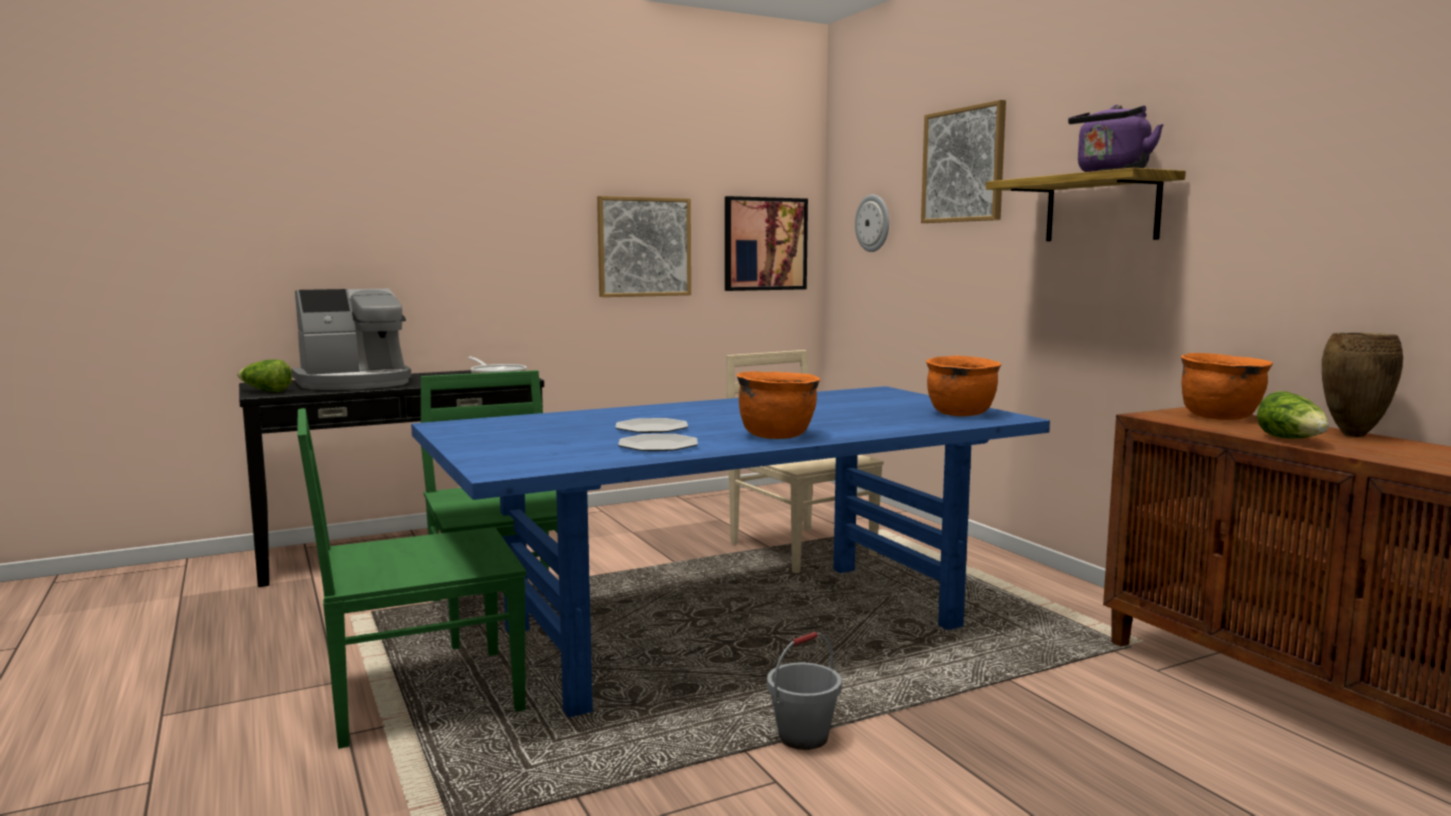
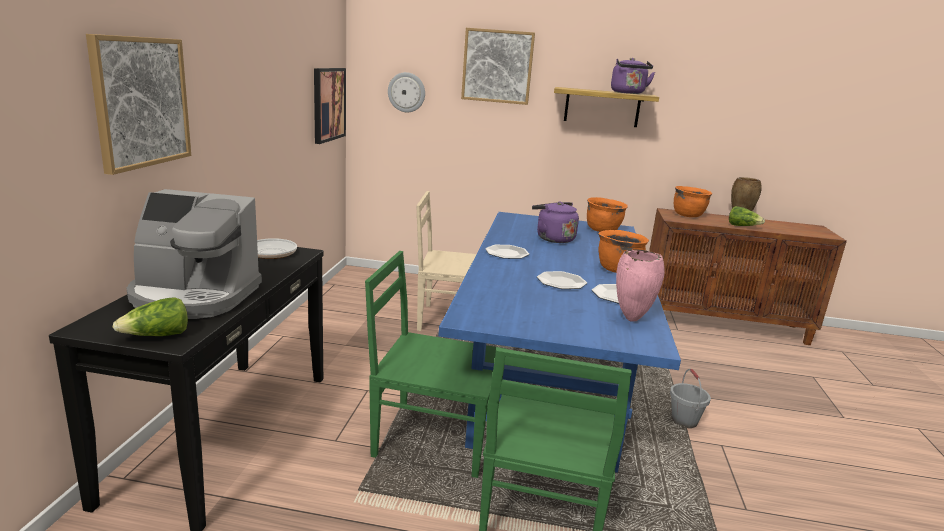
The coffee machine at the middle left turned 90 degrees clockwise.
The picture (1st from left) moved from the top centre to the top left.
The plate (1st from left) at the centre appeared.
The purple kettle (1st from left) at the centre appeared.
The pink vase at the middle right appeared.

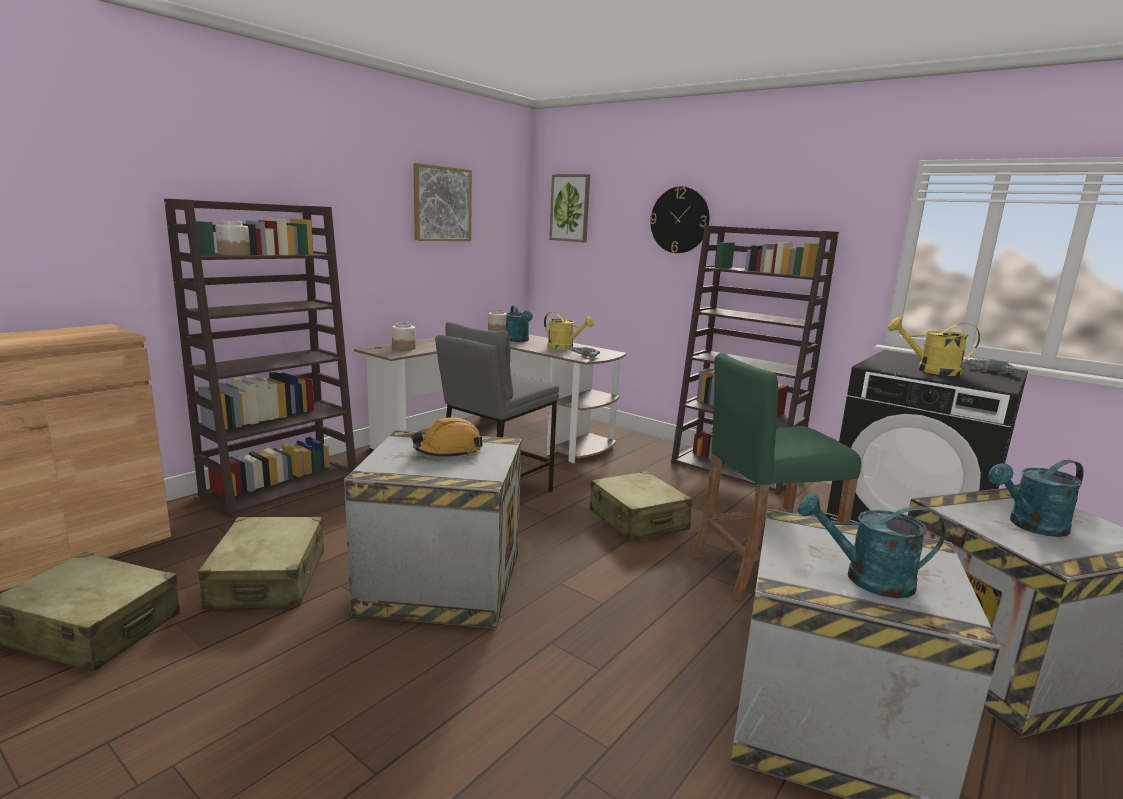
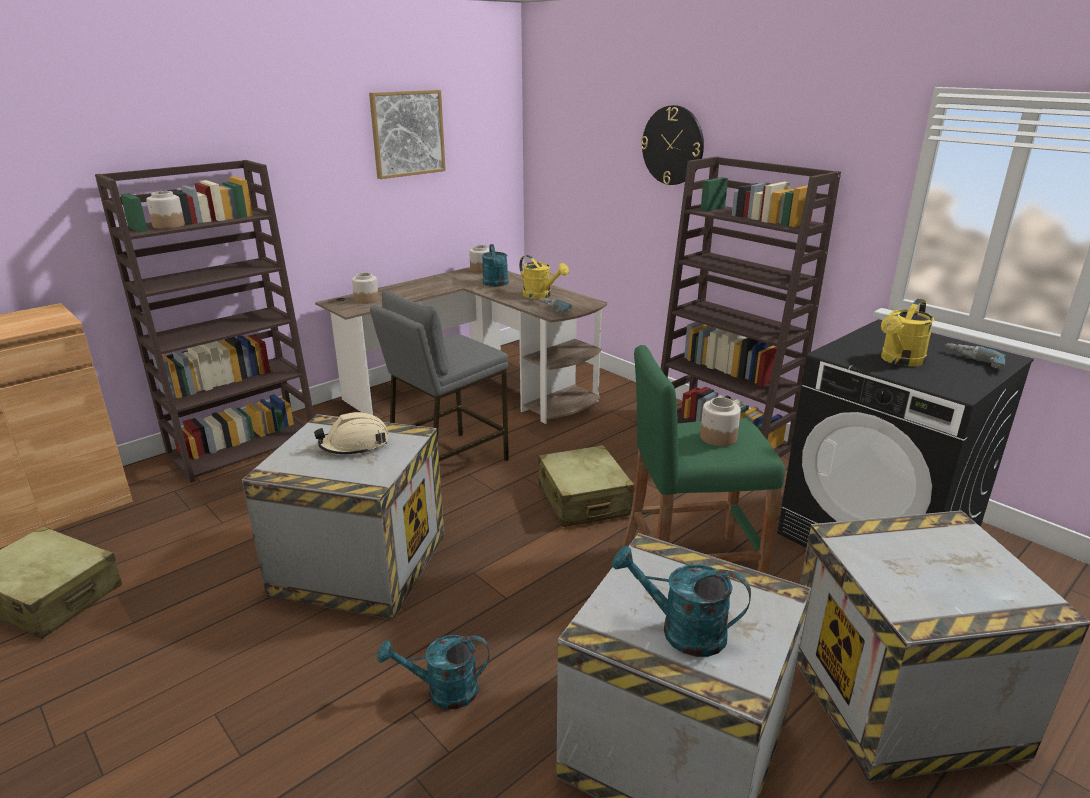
The beige suitcase (2nd from left) at the bottom left disappeared.
The orange hard hat at the centre became the beige hard hat at the middle left.
The picture (2nd from left) at the top centre disappeared.
The yellow watering can (2nd from left) at the middle right turned 75 degrees counterclockwise.
The turquoise watering can (3rd from left in the first image) moved from the middle right to the bottom centre.
The jar (4th from left) at the centre appeared.

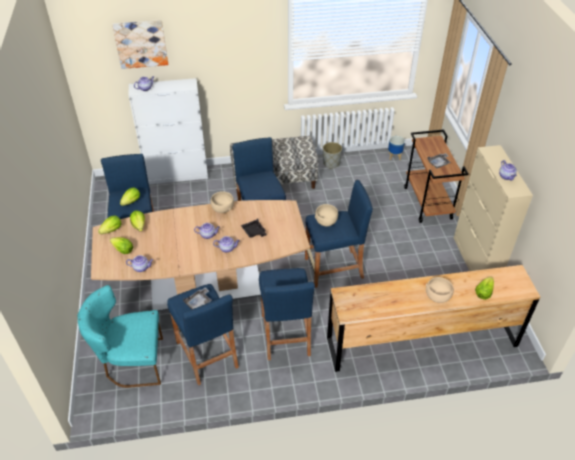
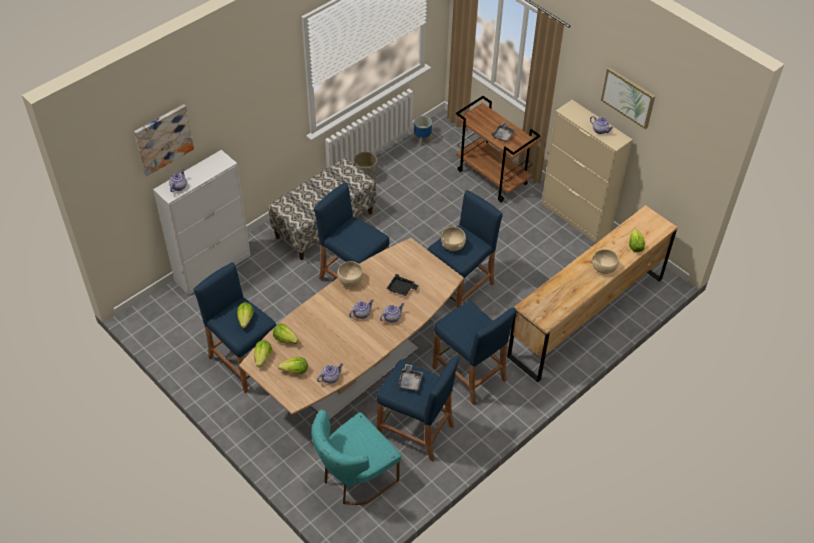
The picture (2nd from left) at the top right appeared.

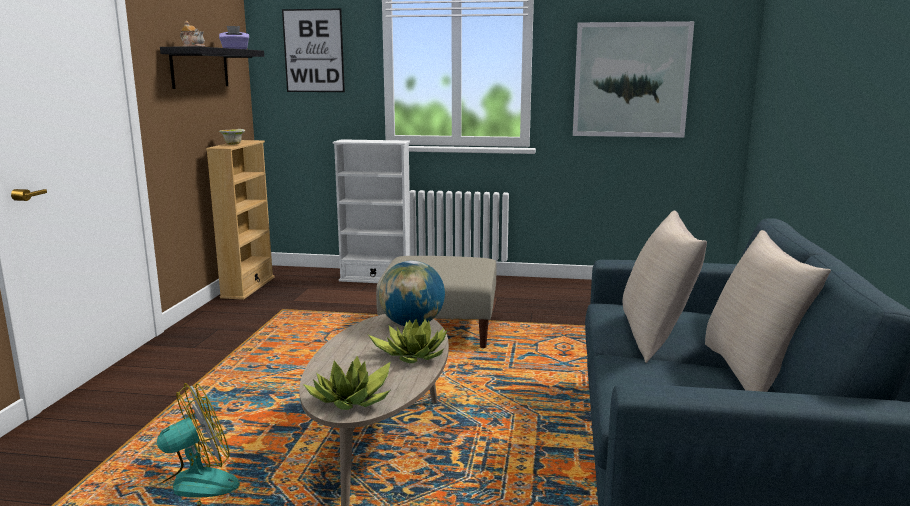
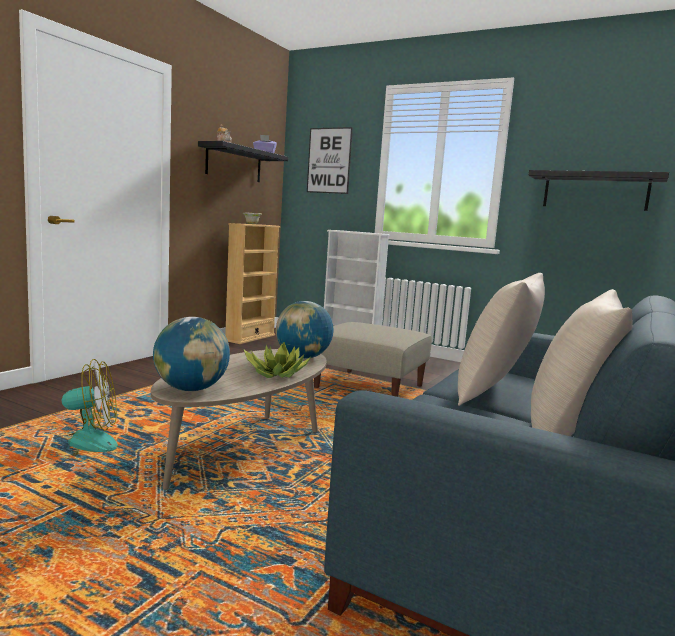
The potted plant (1st from left) at the bottom centre was replaced by the globe (1st from left) at the middle left.
The picture (2nd from left) at the top right was replaced by the black shelf (2nd from left) at the top right.

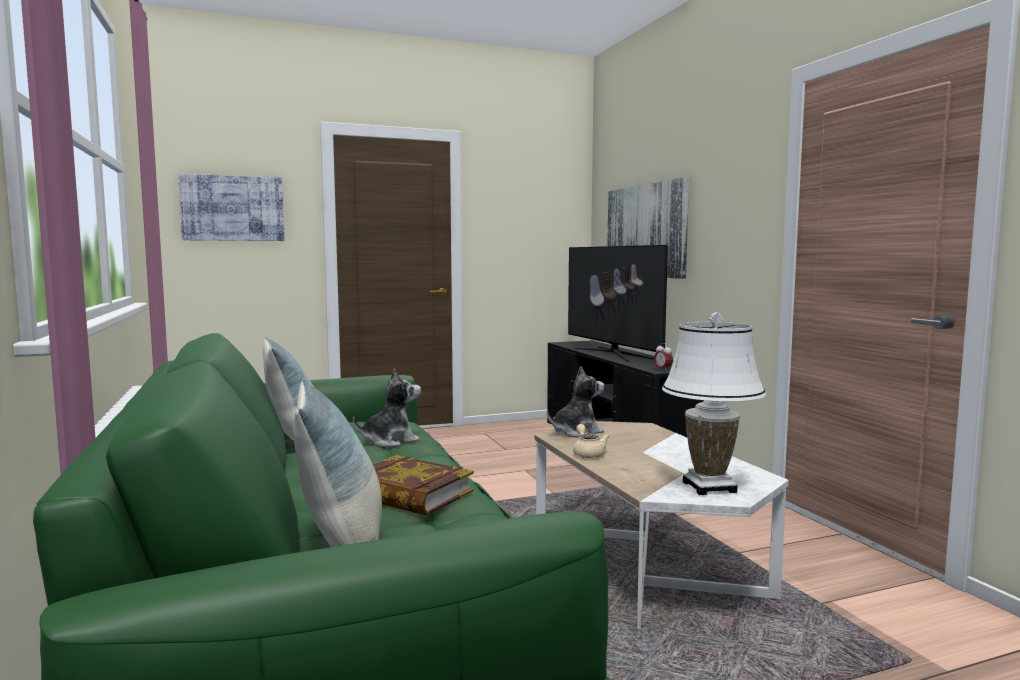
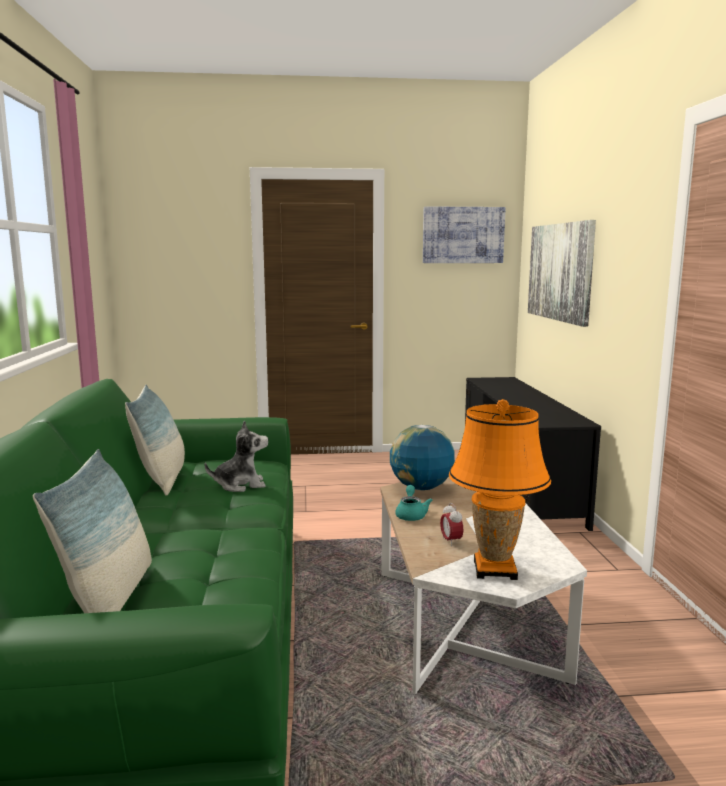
The picture (1st from left) moved from the top left to the top centre.
The book at the bottom centre disappeared.
The plush toy (2nd from left) at the centre was replaced by the globe at the centre.
The television at the centre disappeared.
The beige teapot at the centre became the turquoise teapot at the centre.
The alarm clock moved from the centre to the bottom centre.
The white table lamp at the middle right became the orange table lamp at the middle right.

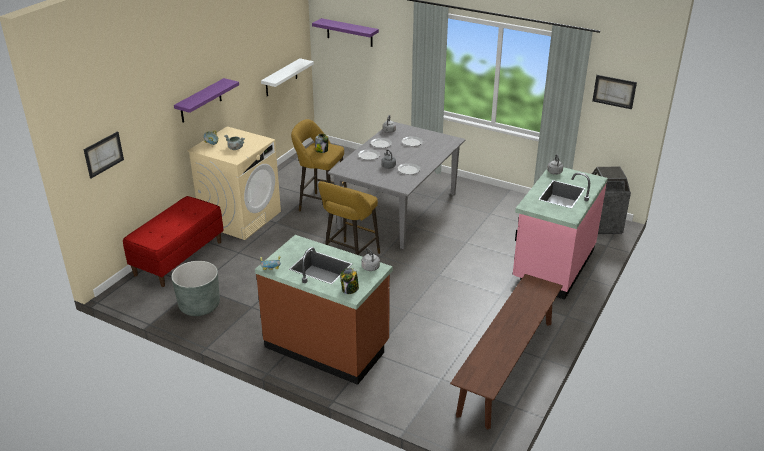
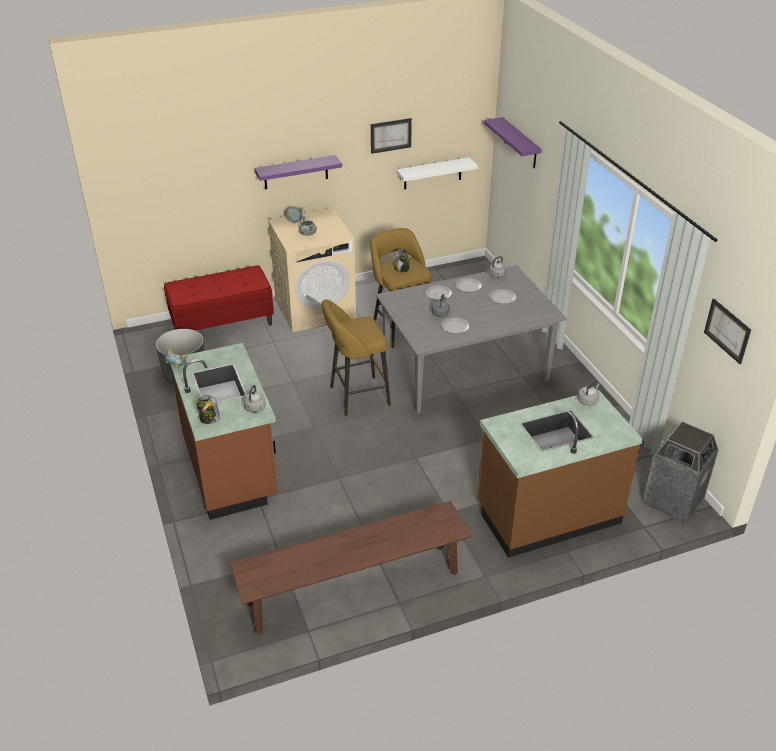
The picture (1st from left) moved from the middle left to the top centre.
The pink counter at the middle right became the brown counter (2nd from left) at the middle right.

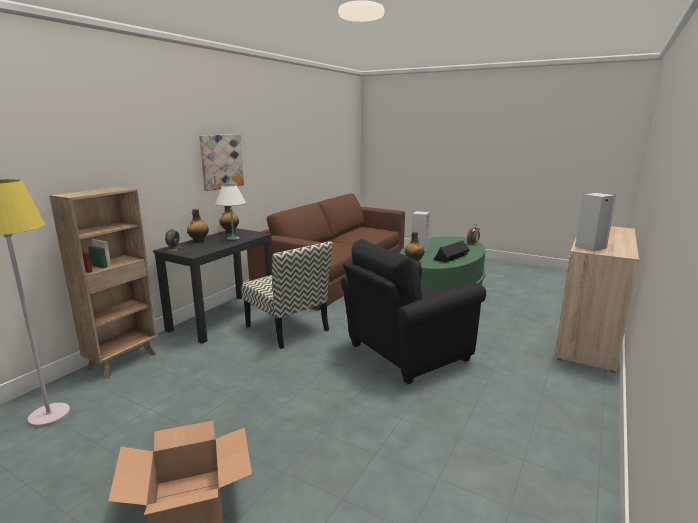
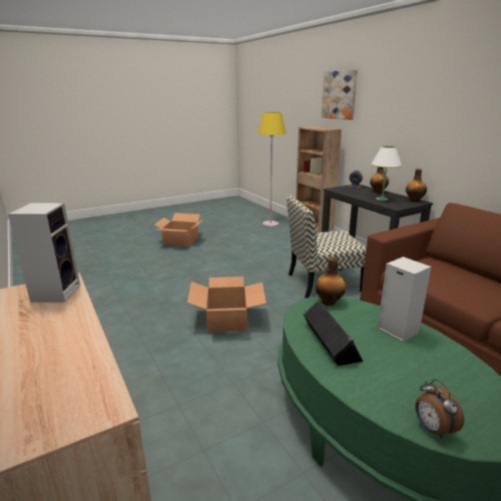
The picture moved from the top left to the top right.
The black armchair at the centre was replaced by the cardboard box (2nd from left) at the centre.

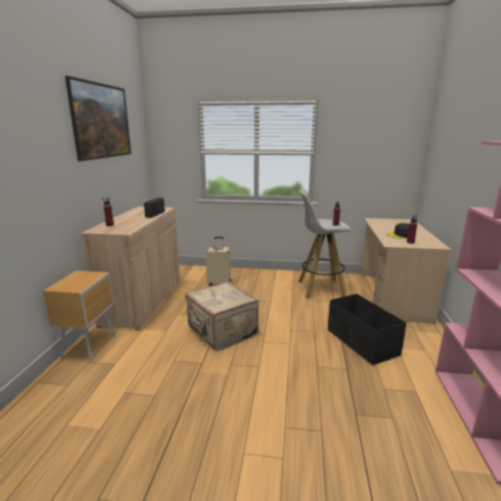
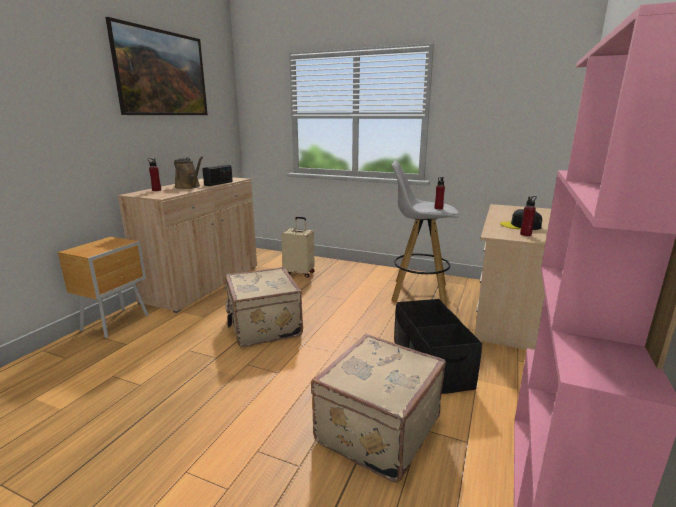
The brown watering can at the middle left appeared.
The beige suitcase (3rd from left) at the bottom centre appeared.

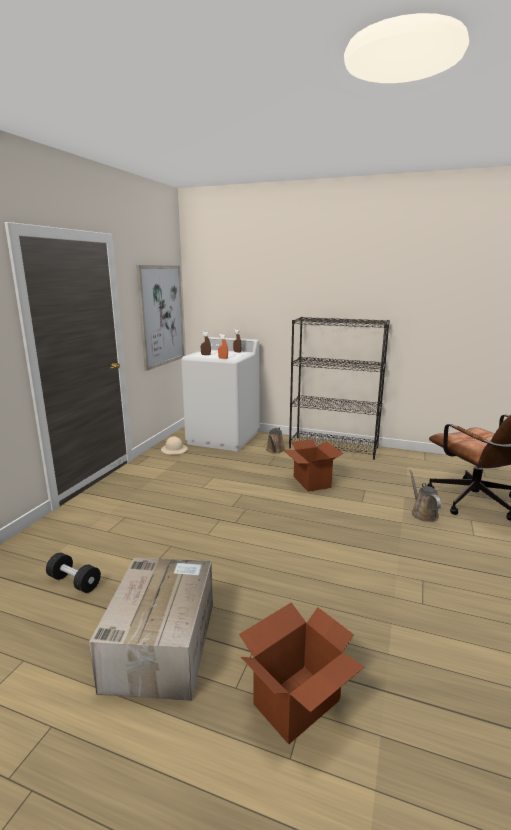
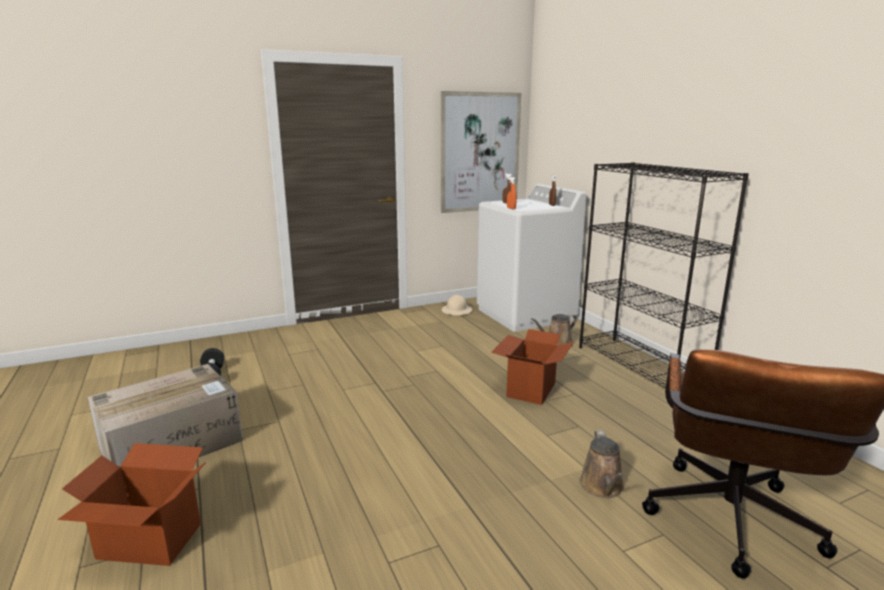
The brown watering can (2nd from left) at the middle right turned 150 degrees clockwise.

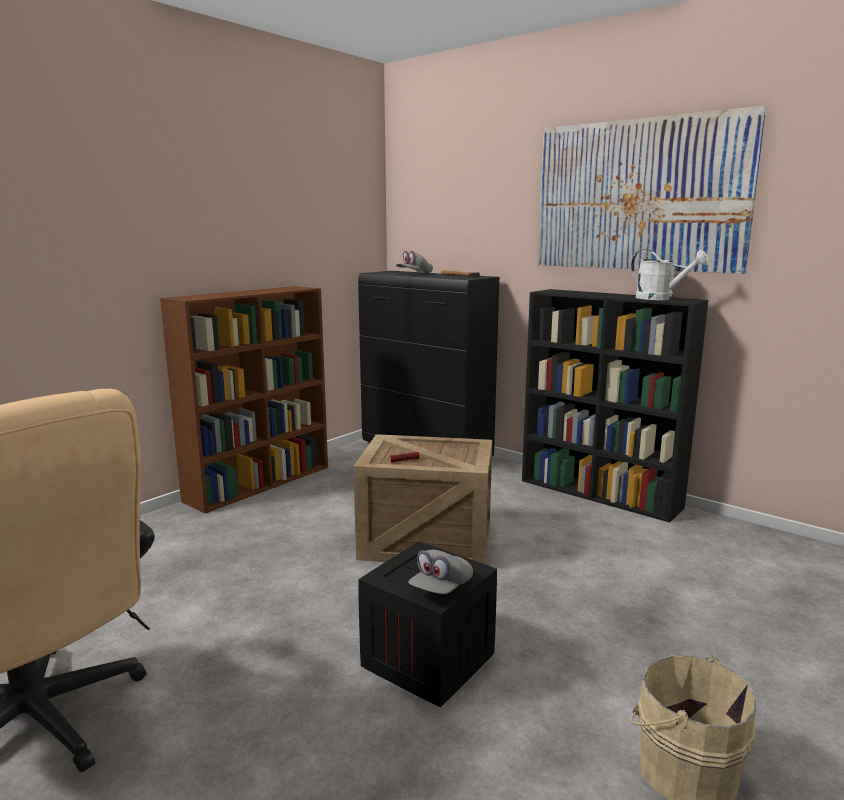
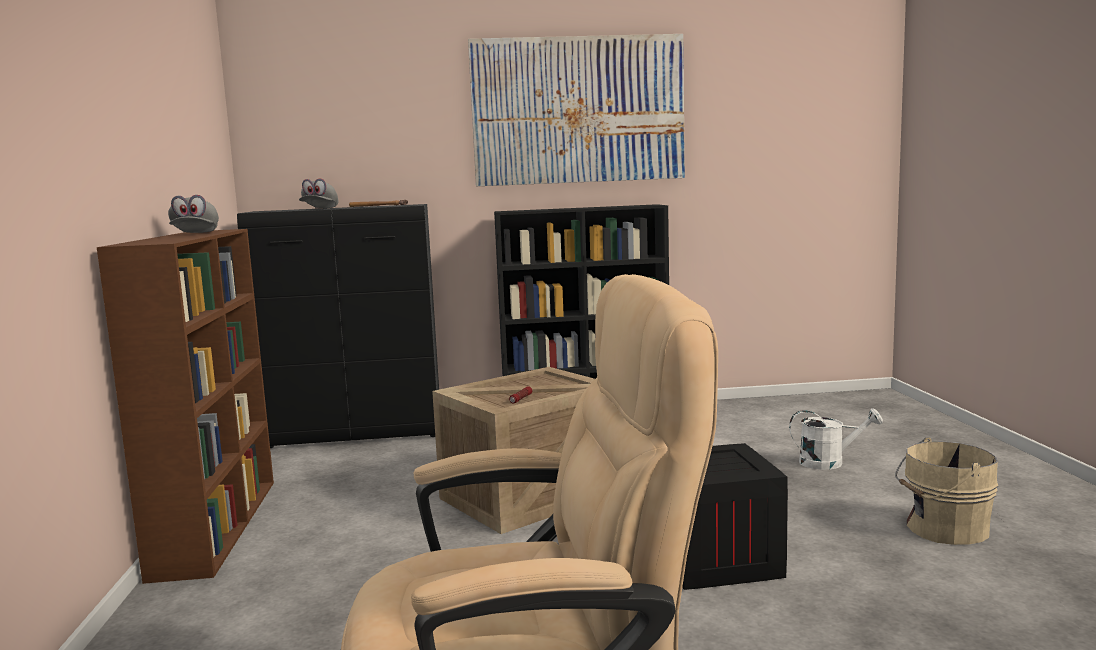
The grey cap (2nd from left in the first image) moved from the bottom centre to the top left.
The white watering can moved from the middle right to the bottom right.

